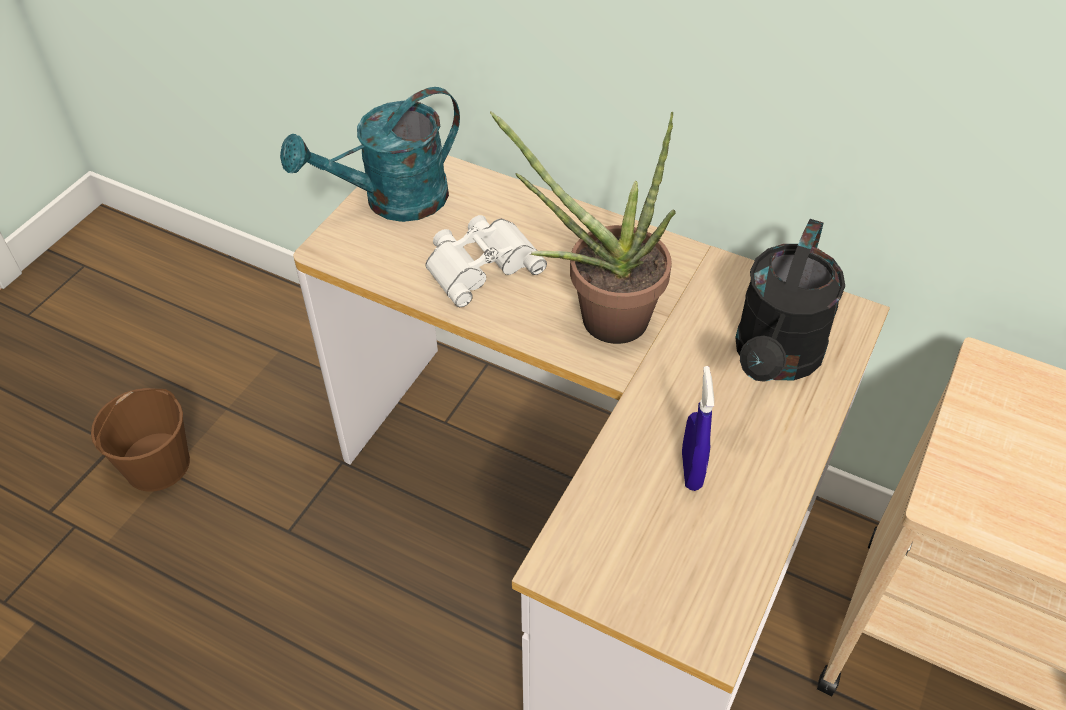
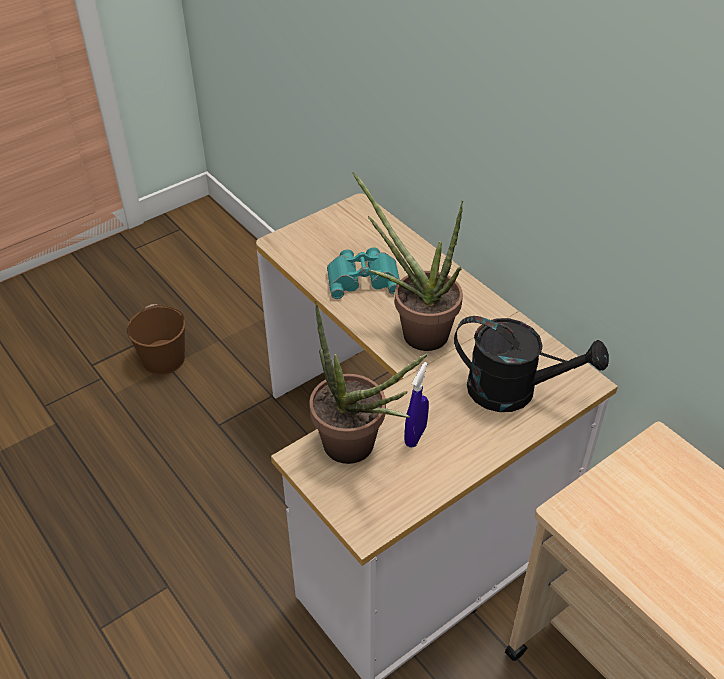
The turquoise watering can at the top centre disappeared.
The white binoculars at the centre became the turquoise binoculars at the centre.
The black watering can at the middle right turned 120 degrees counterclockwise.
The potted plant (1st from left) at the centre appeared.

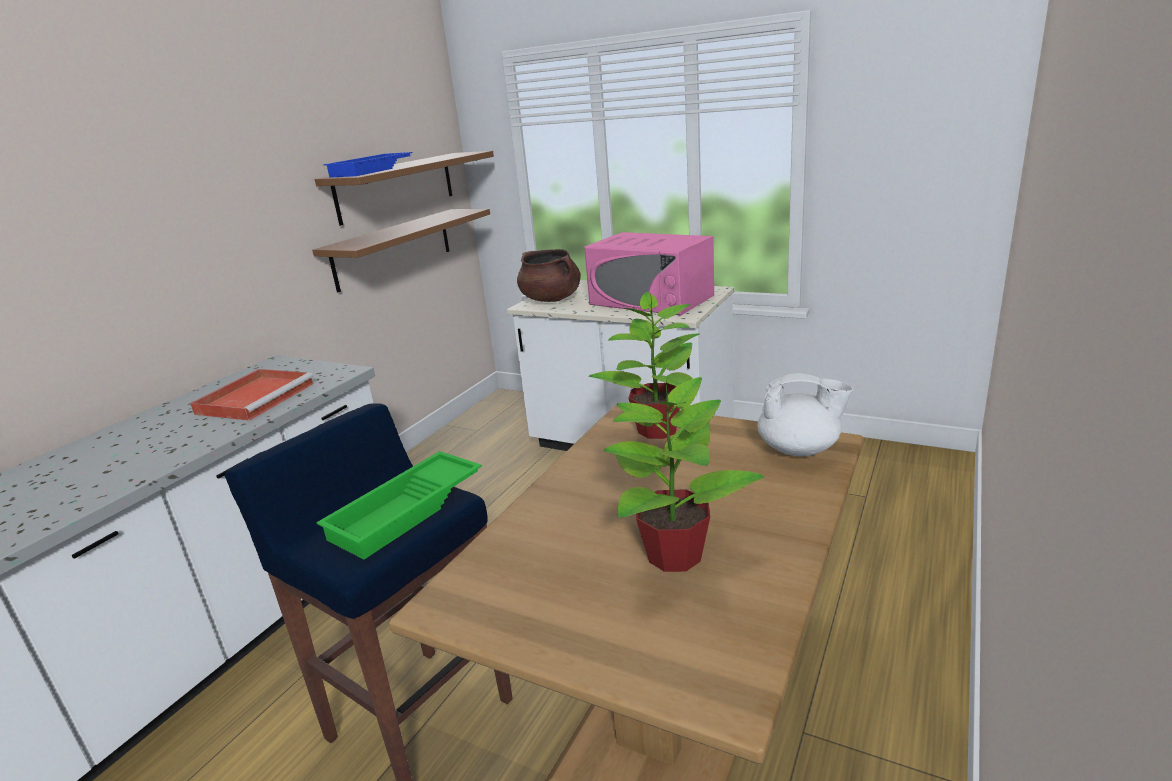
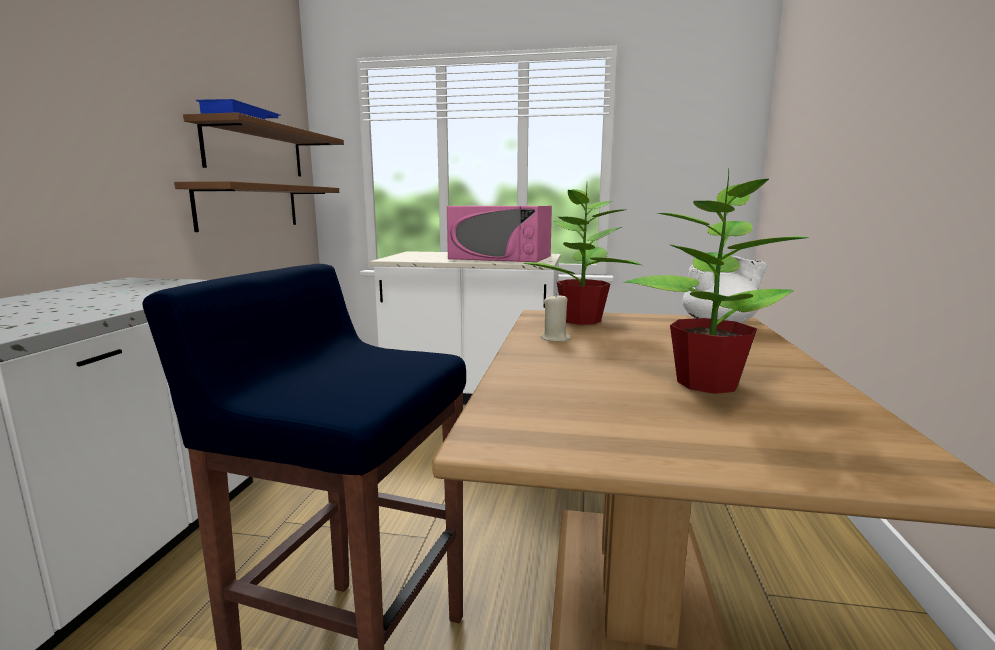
The red tray at the middle left disappeared.
The green tray at the centre disappeared.
The brown cooking pot at the centre disappeared.
The beige candle at the centre appeared.

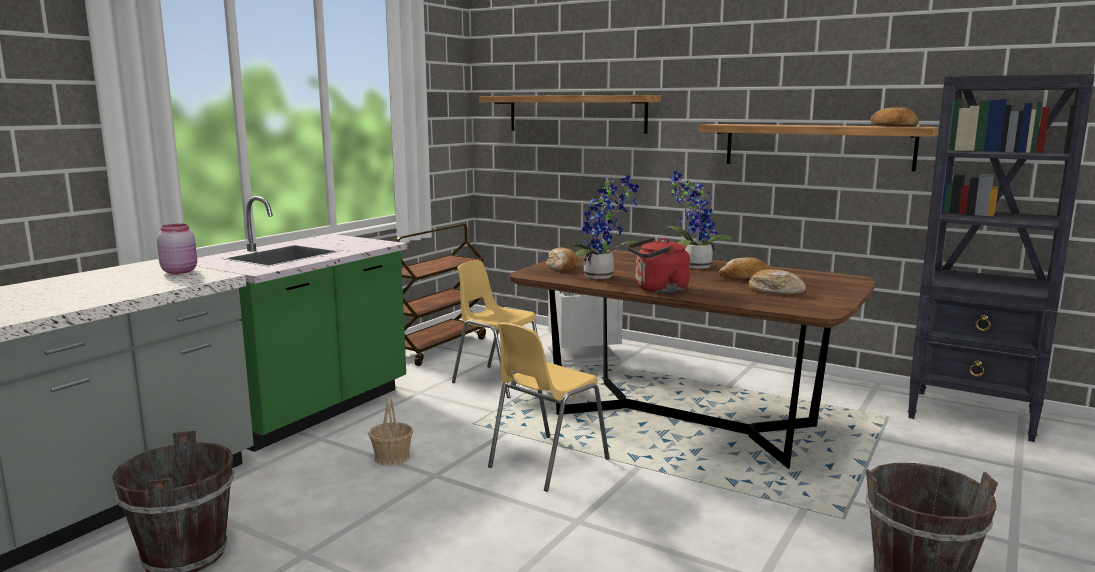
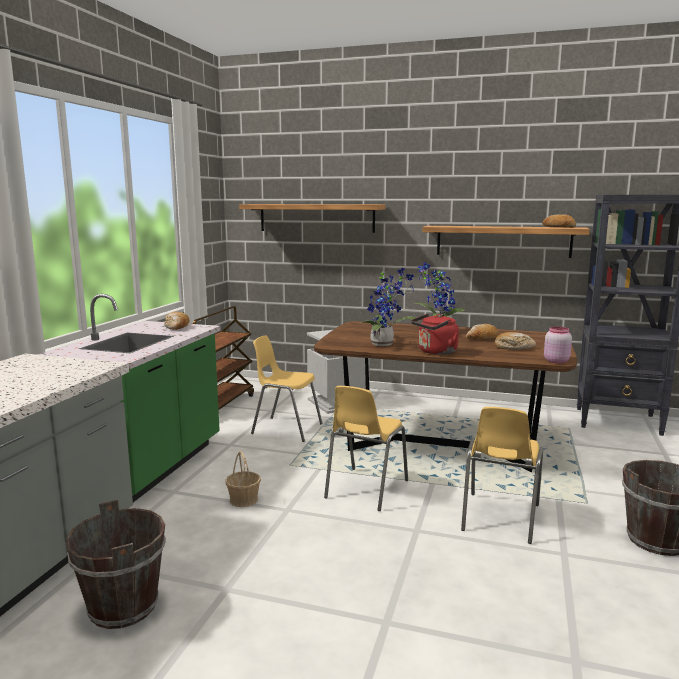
The pink jar moved from the middle left to the middle right.
The bread (1st from left) moved from the centre to the middle left.
The yellow chair (3rd from left) at the bottom right appeared.

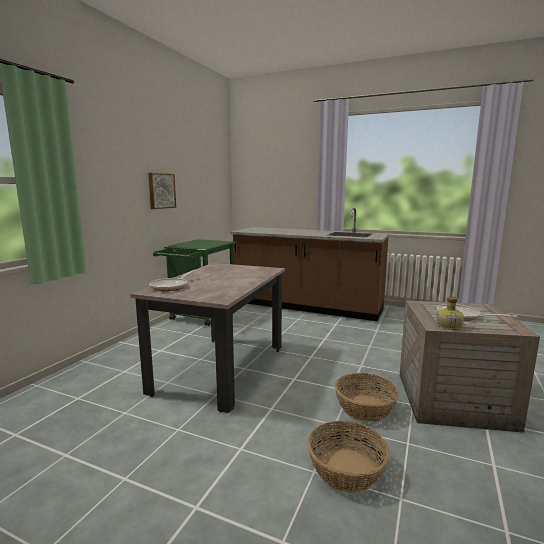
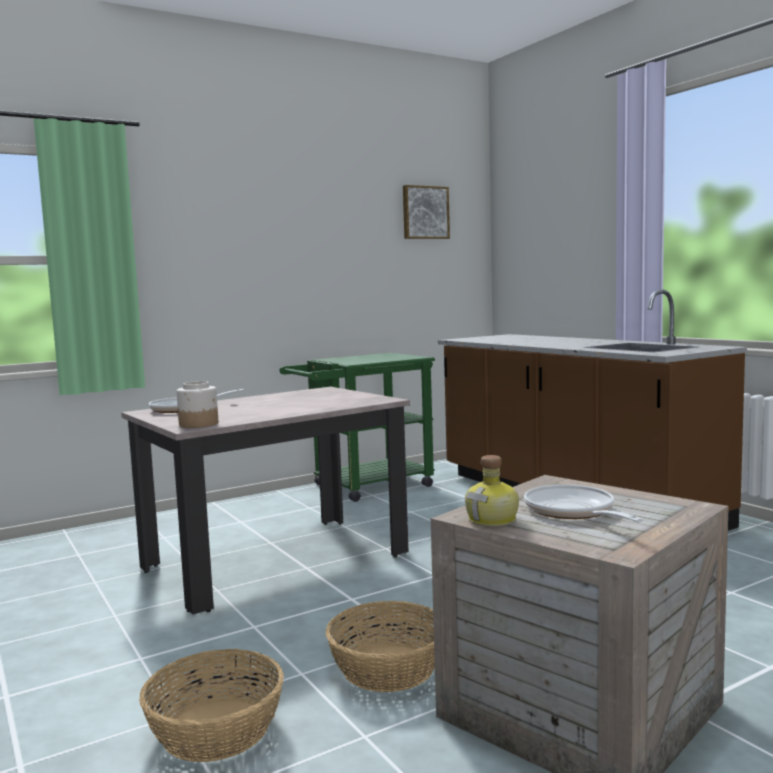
The picture moved from the middle left to the top centre.
The jar at the middle left appeared.

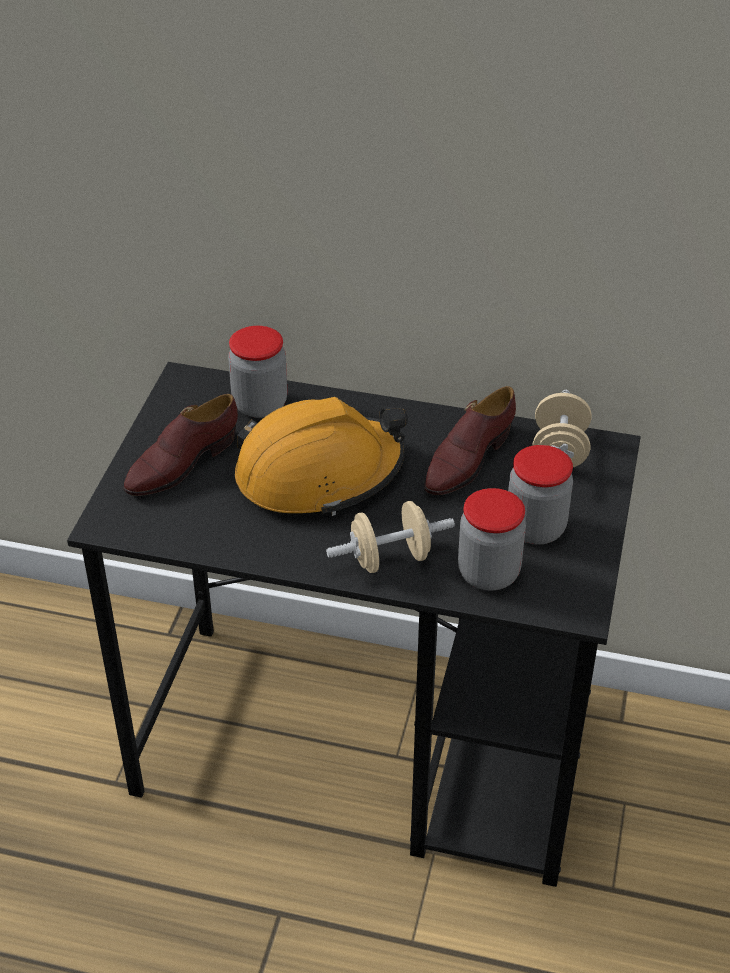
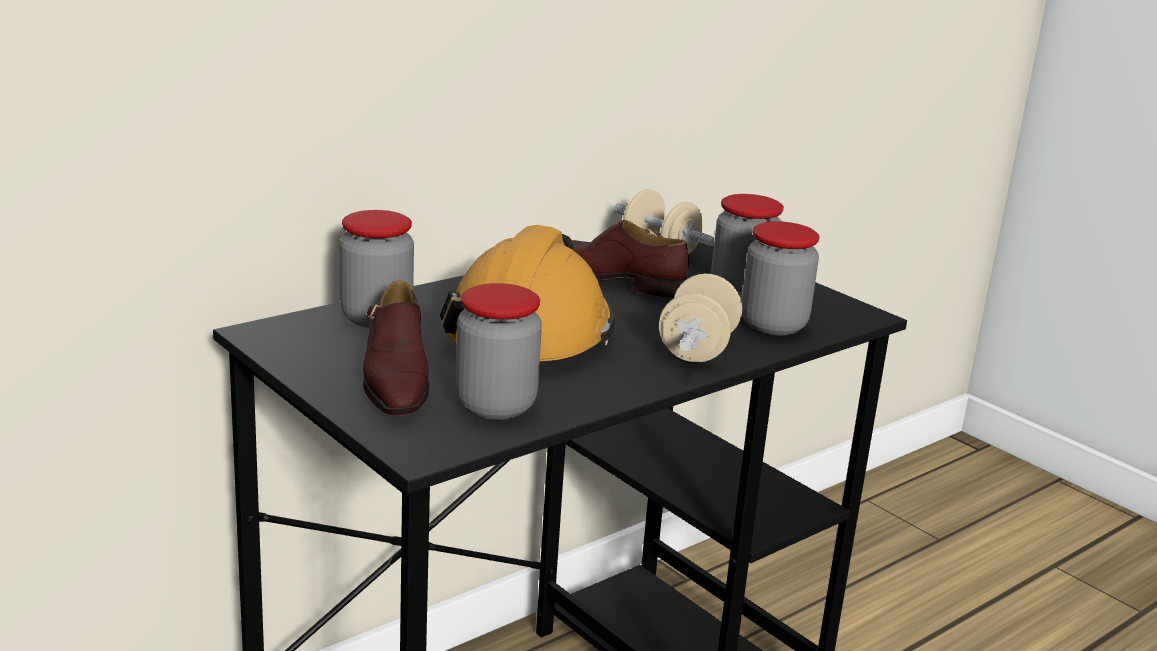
The brown shoe (2nd from left) at the centre turned 135 degrees clockwise.
The jar (2nd from left) at the centre appeared.

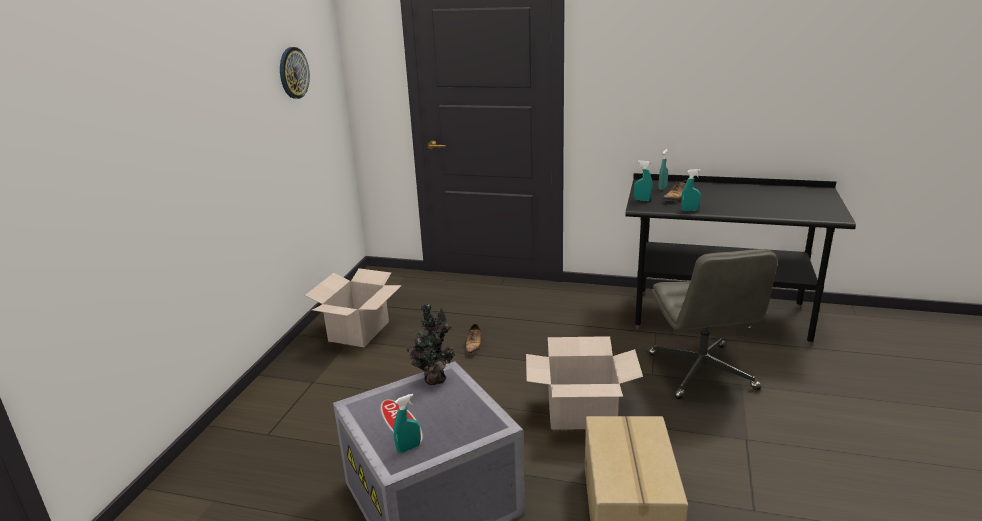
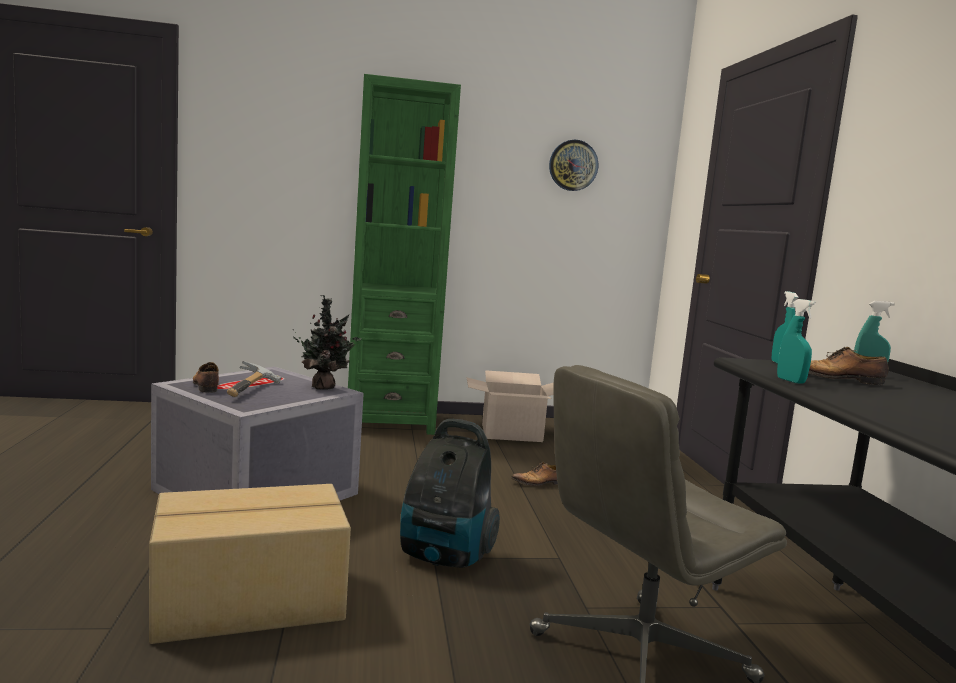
The turquoise spray bottle (1st from left) at the bottom centre was replaced by the shoe (1st from left) at the middle left.
The cardboard box (2nd from left) at the bottom centre was replaced by the vacuum cleaner at the bottom centre.
The hammer at the middle left appeared.
The green bookcase at the centre appeared.

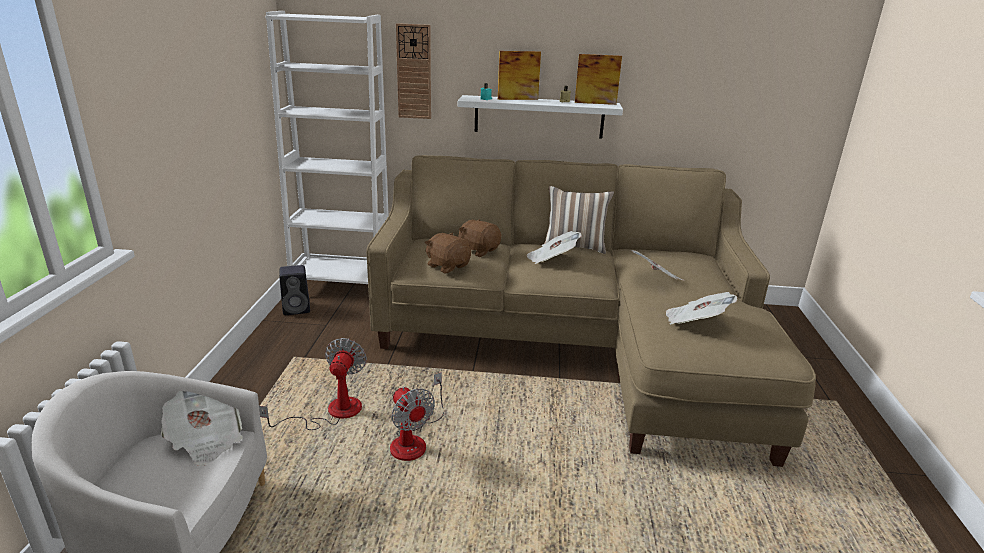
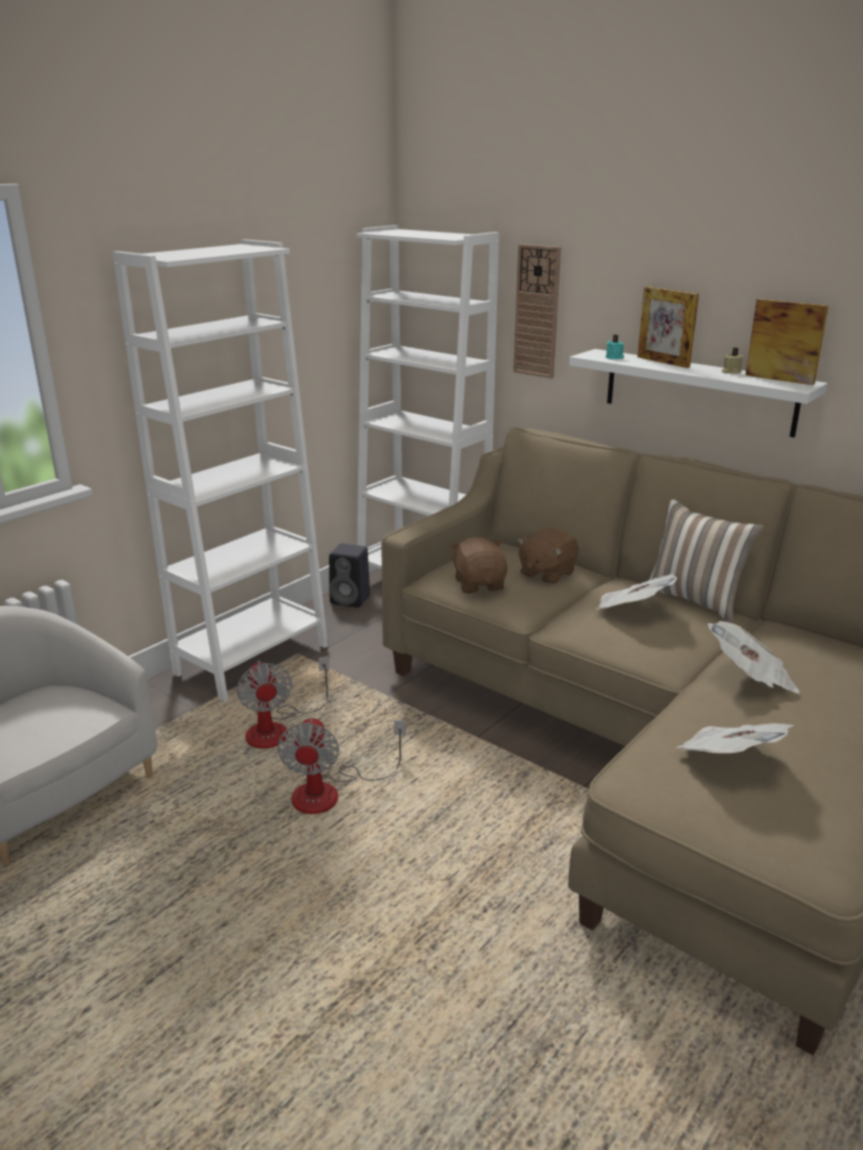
The newspaper (1st from left) at the bottom left disappeared.
The fan (1st from left) at the bottom left turned 120 degrees clockwise.
The brown plush toy (2nd from left) at the centre turned 120 degrees counterclockwise.
The picture frame (1st from left) at the top centre turned 150 degrees counterclockwise.
The white bookcase (1st from left) at the middle left appeared.

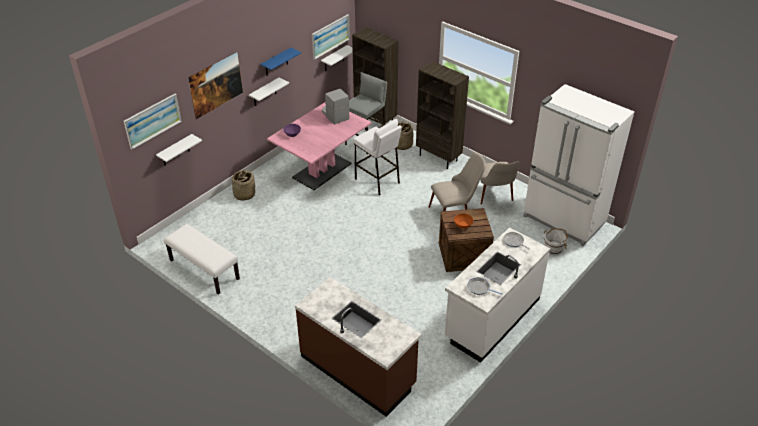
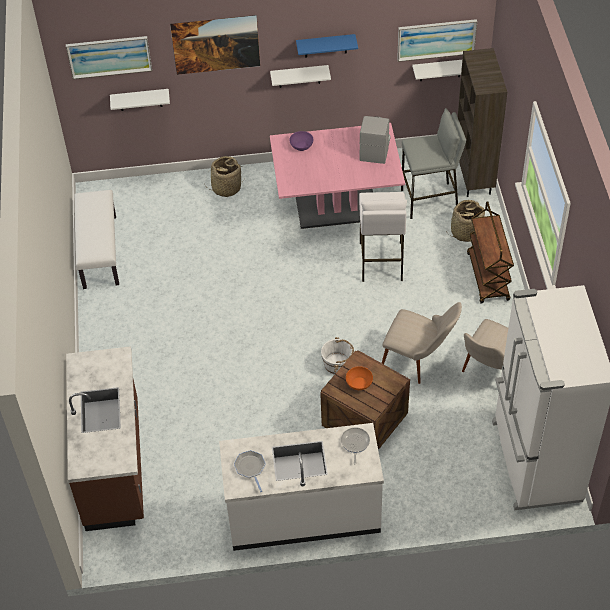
The brown bookcase (2nd from left) at the top centre was replaced by the brown cart at the middle right.
The white bucket moved from the middle right to the centre.

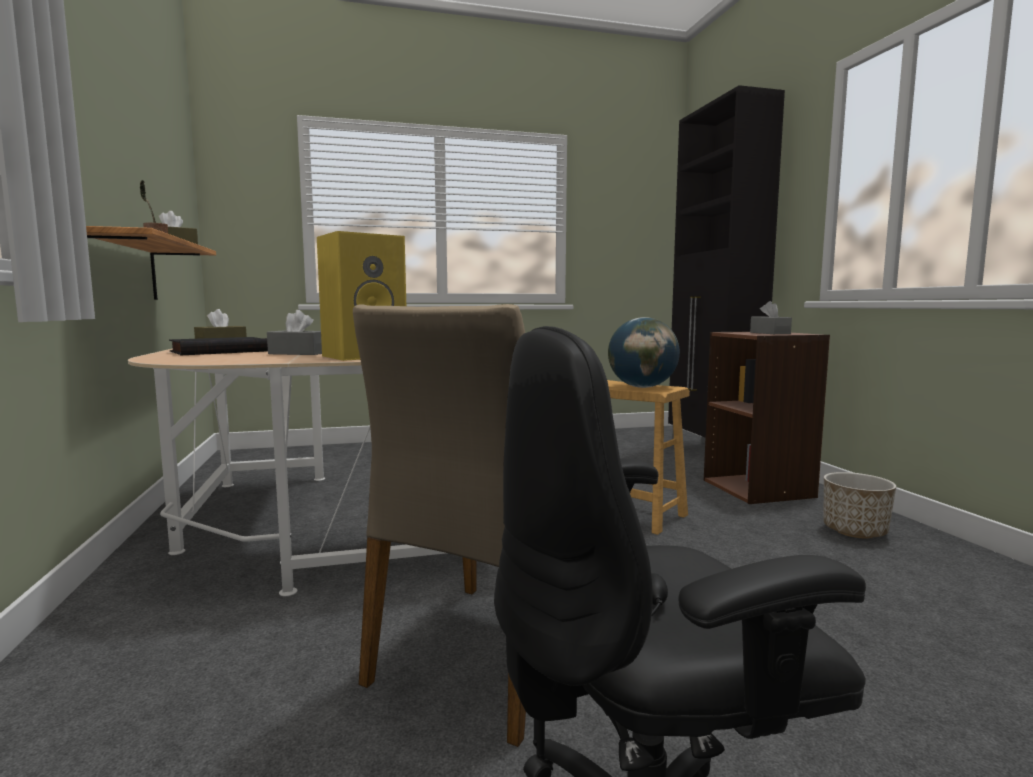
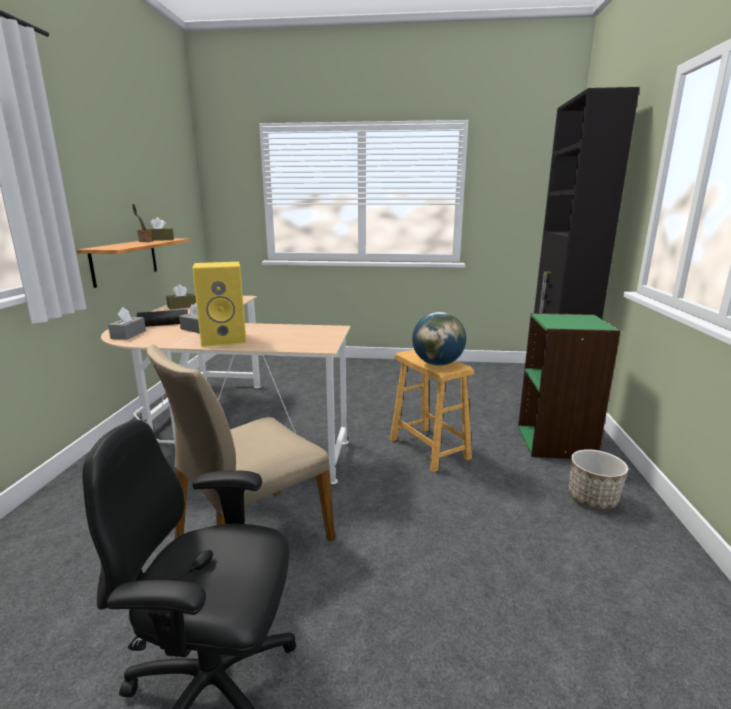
The brown bookcase at the middle right became the green bookcase at the middle right.
The grey tissue box (2nd from left in the first image) moved from the middle right to the middle left.

